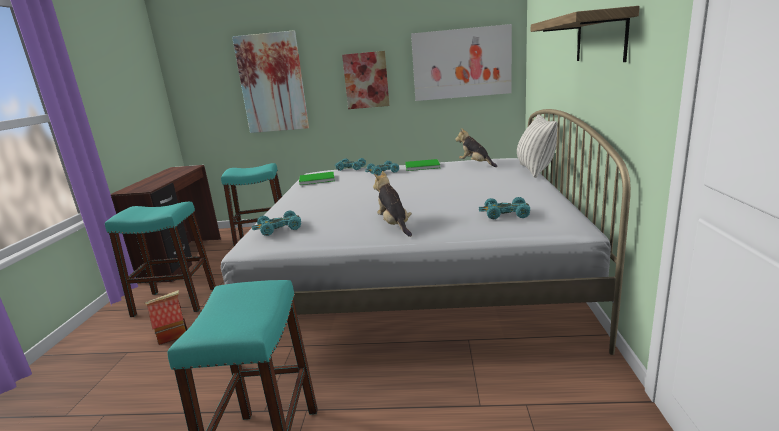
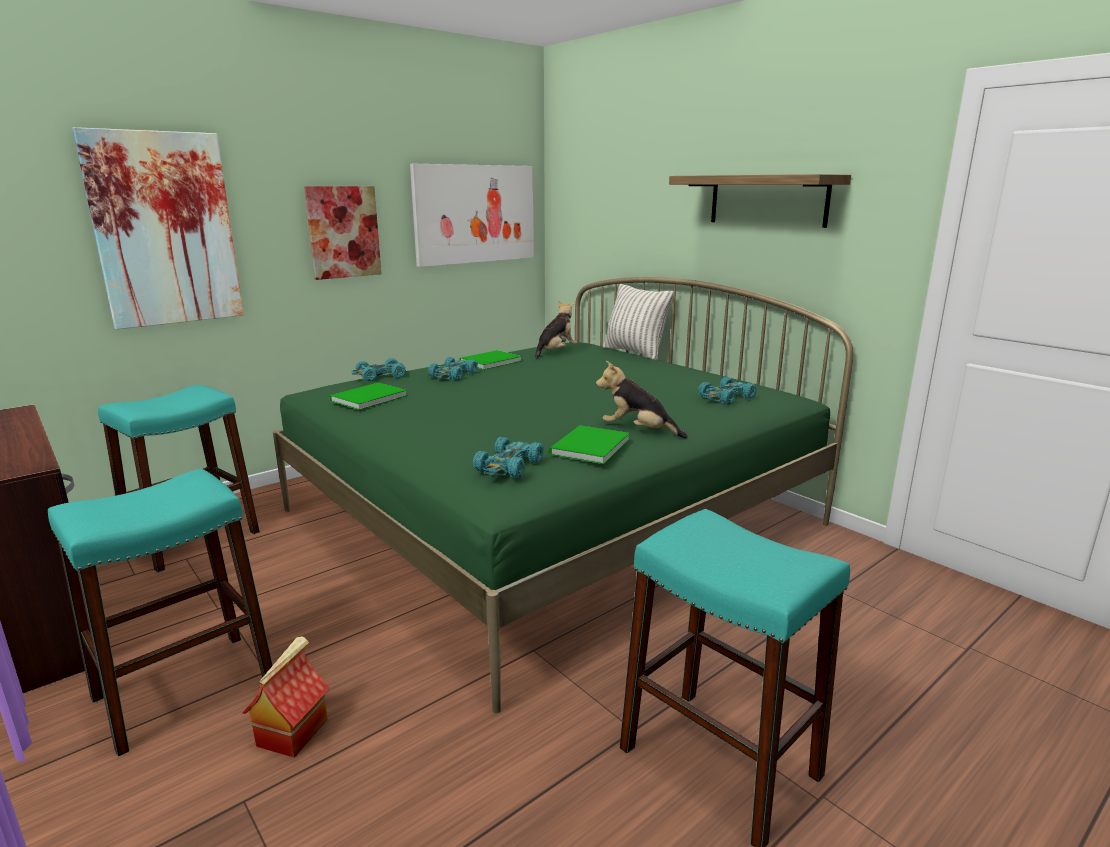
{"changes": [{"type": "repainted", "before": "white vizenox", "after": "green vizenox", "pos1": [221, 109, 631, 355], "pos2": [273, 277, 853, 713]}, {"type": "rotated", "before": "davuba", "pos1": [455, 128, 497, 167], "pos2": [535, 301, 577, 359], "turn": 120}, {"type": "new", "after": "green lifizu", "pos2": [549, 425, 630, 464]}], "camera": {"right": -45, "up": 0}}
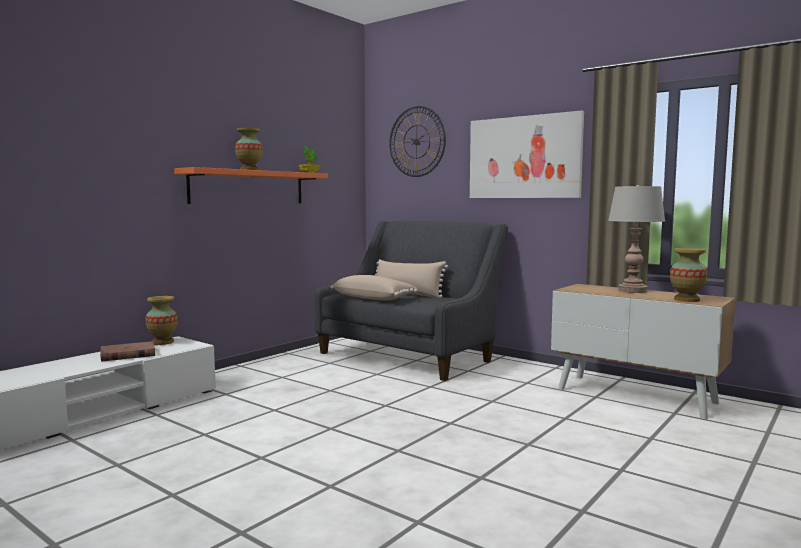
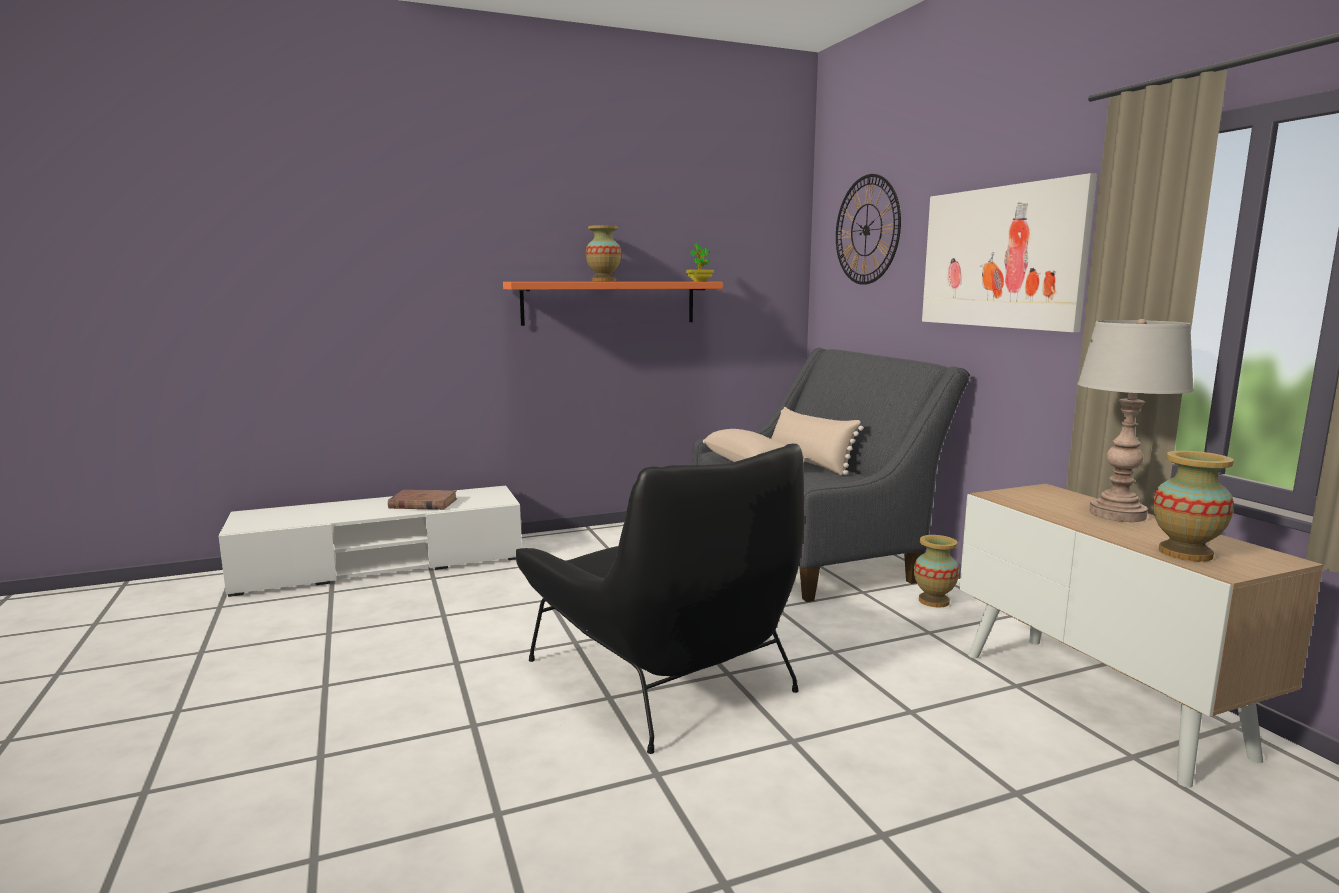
{"changes": [{"type": "shifted", "before": "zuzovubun", "pos1": [145, 296, 178, 345], "pos2": [914, 535, 959, 607]}, {"type": "new", "after": "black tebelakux", "pos2": [516, 443, 804, 754]}], "camera": {"right": 30, "up": 5}}
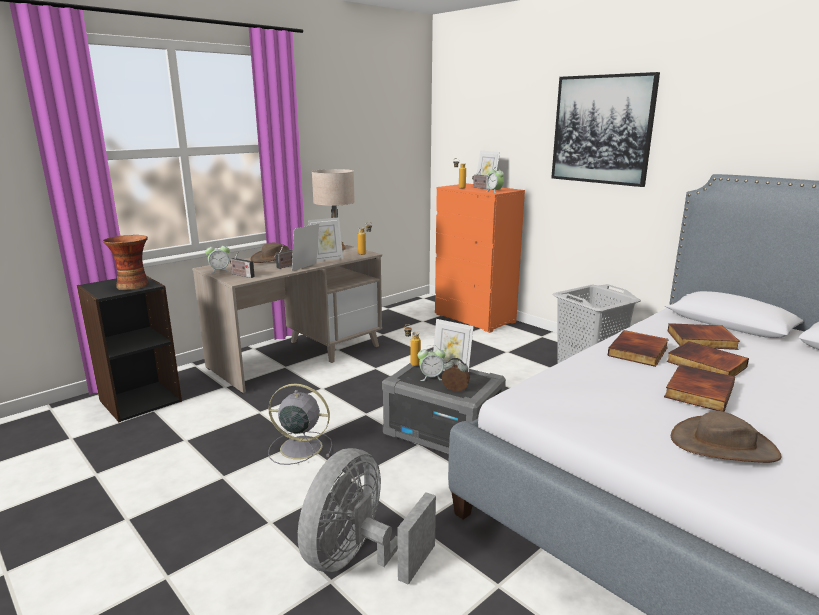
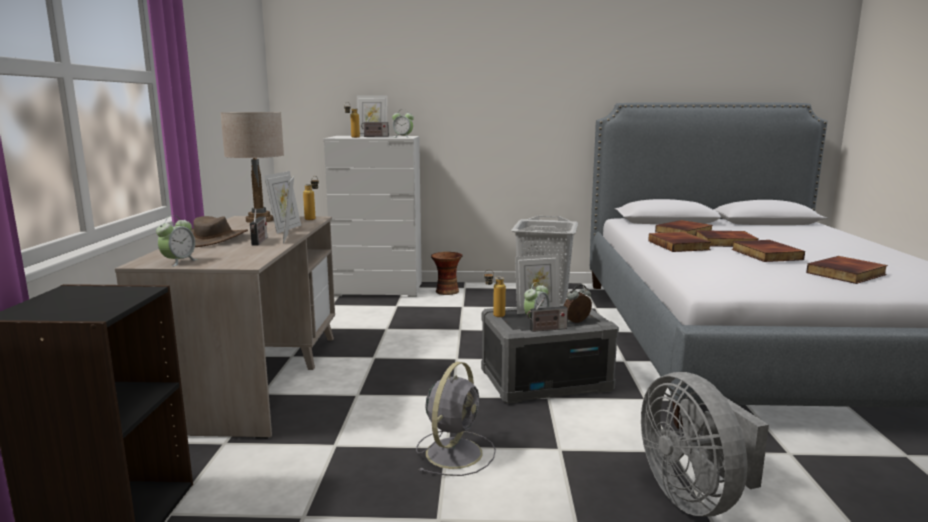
{"changes": [{"type": "gone", "before": "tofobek", "pos1": [551, 72, 660, 187]}, {"type": "repainted", "before": "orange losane", "after": "white losane", "pos1": [435, 183, 525, 333], "pos2": [323, 136, 422, 297]}, {"type": "shifted", "before": "zuzovubun", "pos1": [103, 235, 149, 290], "pos2": [431, 252, 462, 295]}, {"type": "shifted", "before": "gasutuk", "pos1": [230, 251, 255, 278], "pos2": [527, 297, 568, 332]}, {"type": "rotated", "before": "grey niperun", "pos1": [268, 384, 332, 465], "pos2": [416, 362, 496, 476], "turn": 150}, {"type": "swapped", "before": "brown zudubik", "after": "lifizu", "pos1": [671, 411, 781, 463], "pos2": [806, 256, 888, 284]}], "camera": {"right": -45, "up": -5}}
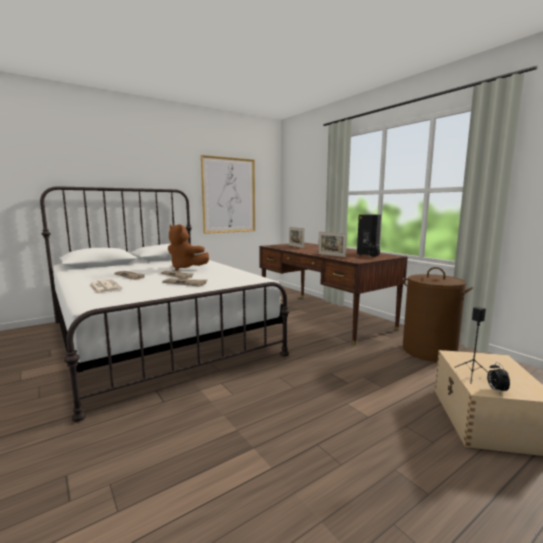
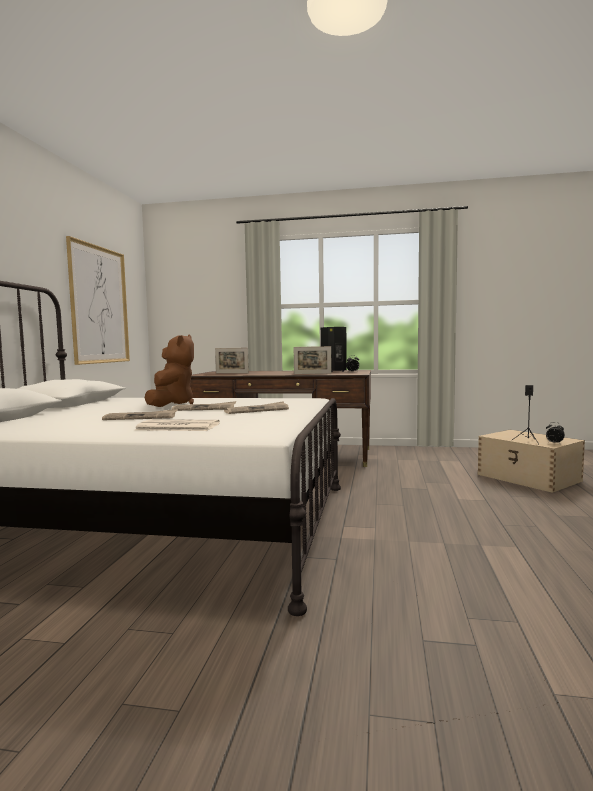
{"changes": [{"type": "rotated", "before": "brown davuba", "pos1": [168, 224, 209, 271], "pos2": [145, 334, 194, 407], "turn": -75}, {"type": "gone", "before": "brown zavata", "pos1": [402, 267, 473, 362]}], "camera": {"right": -45, "up": -5}}
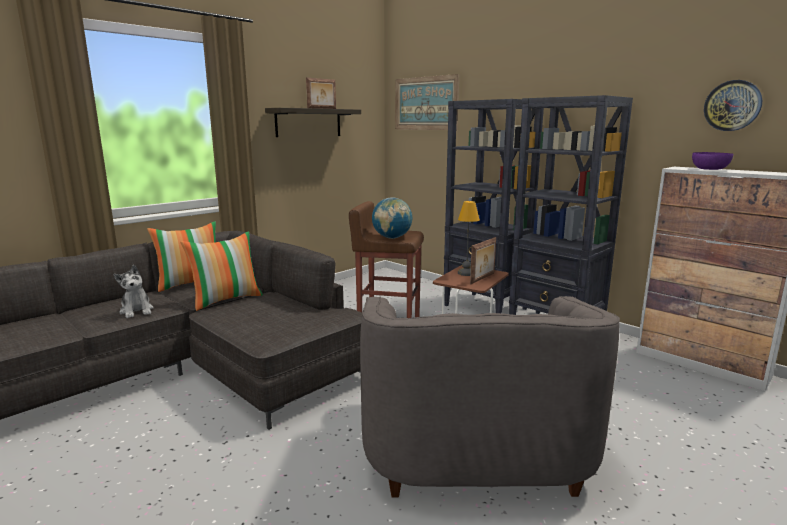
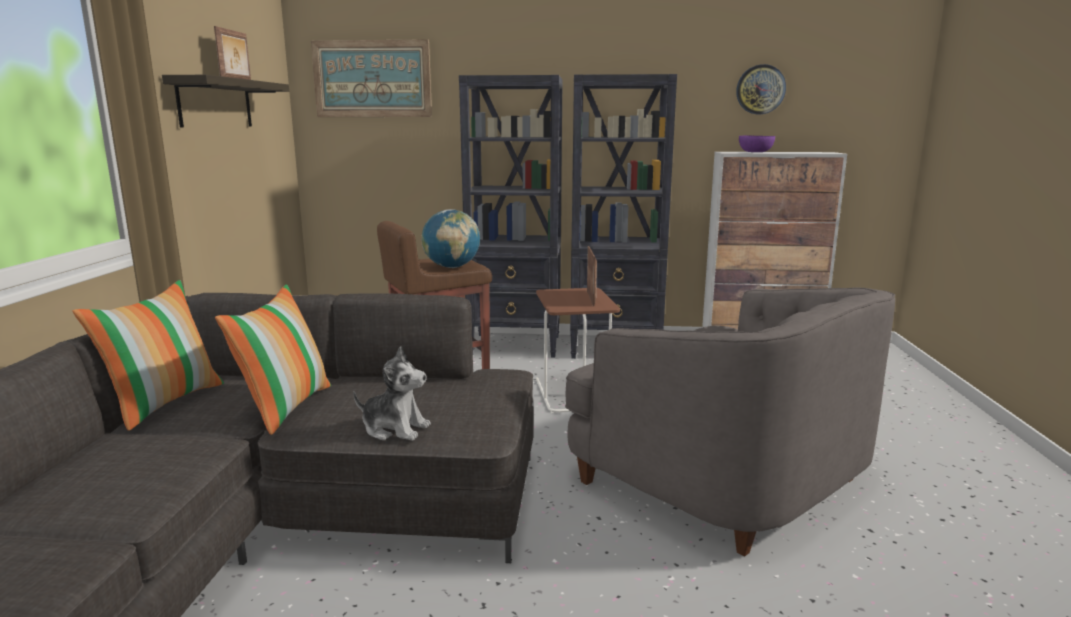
{"changes": [{"type": "gone", "before": "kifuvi", "pos1": [458, 201, 480, 276]}, {"type": "shifted", "before": "davuba", "pos1": [113, 265, 154, 318], "pos2": [353, 346, 431, 440]}], "camera": {"right": -40, "up": 0}}
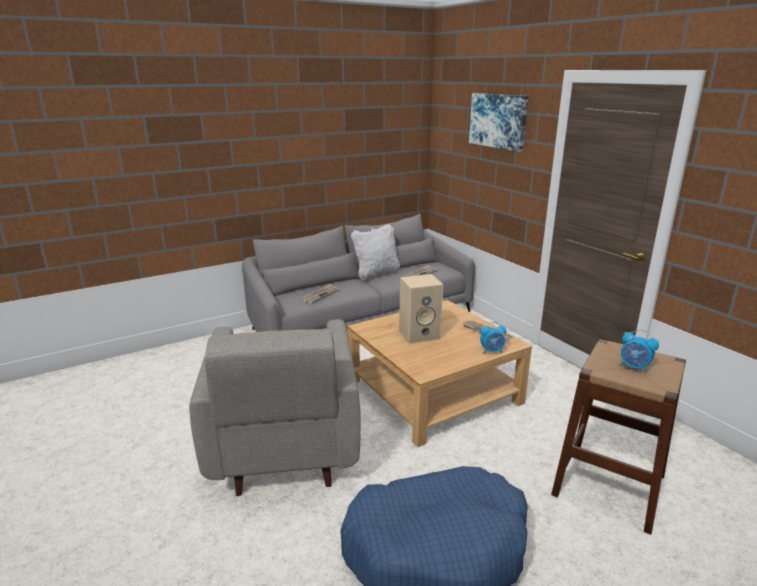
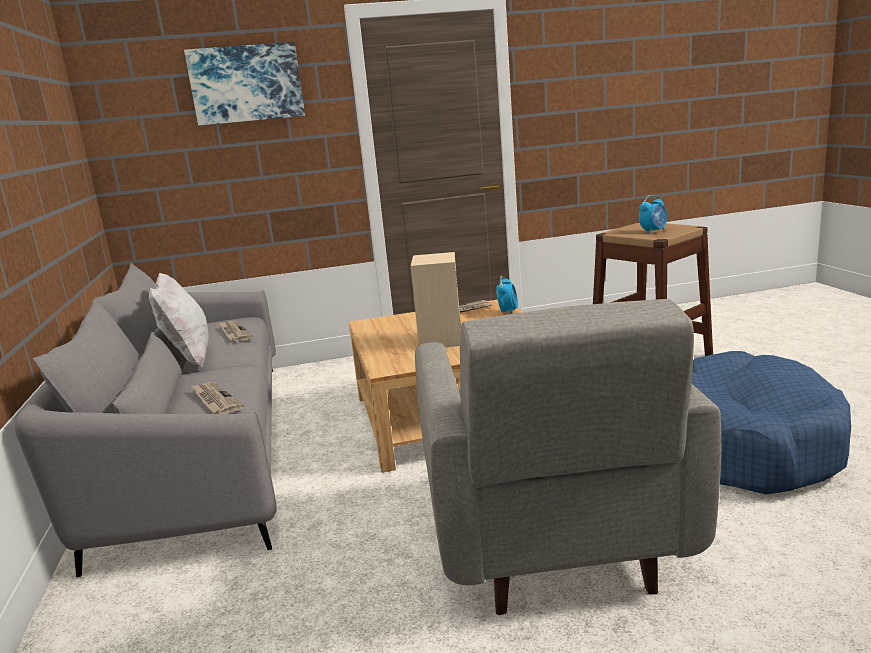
{"changes": [{"type": "rotated", "before": "grey tebelakux", "pos1": [189, 320, 361, 496], "pos2": [415, 299, 721, 615], "turn": 75}], "camera": {"right": -70, "up": -5}}
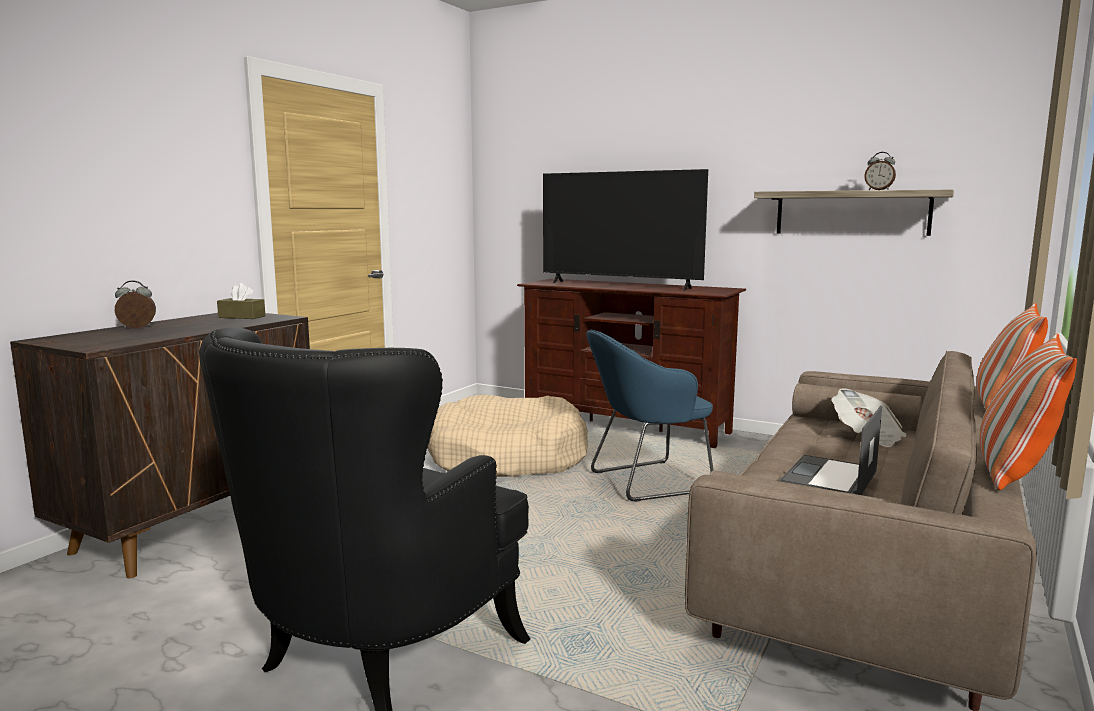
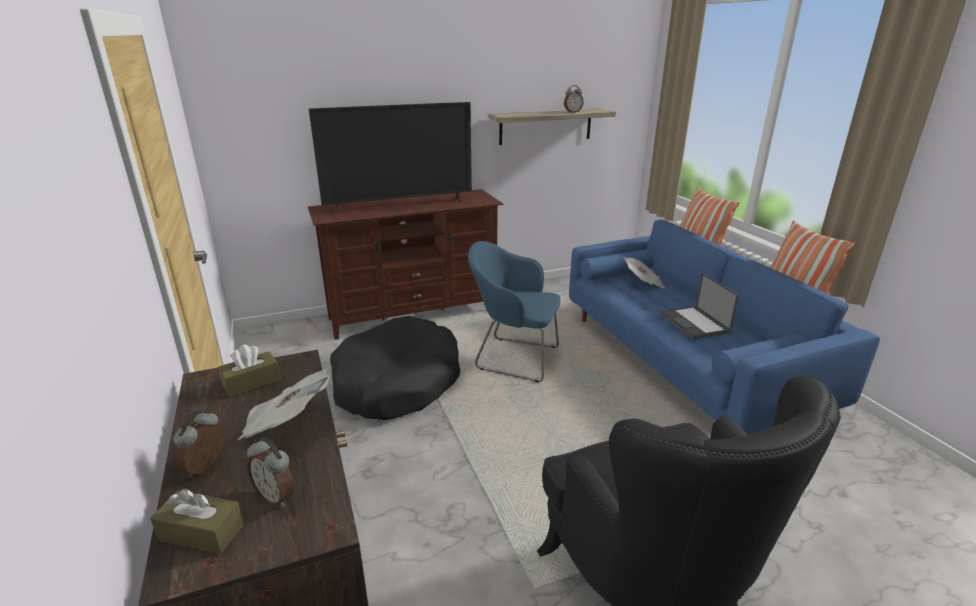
{"changes": [{"type": "rotated", "before": "blue tebelakux", "pos1": [586, 330, 714, 502], "pos2": [468, 241, 561, 382], "turn": 90}, {"type": "repainted", "before": "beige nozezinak", "after": "blue nozezinak", "pos1": [685, 351, 1037, 711], "pos2": [569, 220, 880, 435]}, {"type": "repainted", "before": "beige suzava", "after": "black suzava", "pos1": [428, 395, 588, 477], "pos2": [330, 316, 461, 420]}, {"type": "new", "after": "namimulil", "pos2": [238, 369, 330, 440]}, {"type": "new", "after": "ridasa", "pos2": [247, 437, 294, 508]}, {"type": "new", "after": "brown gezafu", "pos2": [150, 488, 244, 554]}], "camera": {"right": -50, "up": 15}}
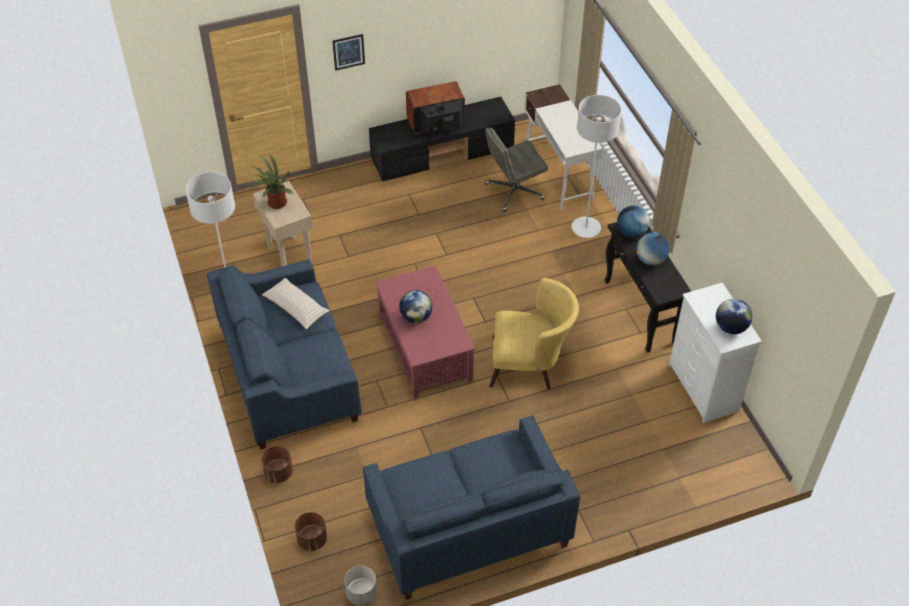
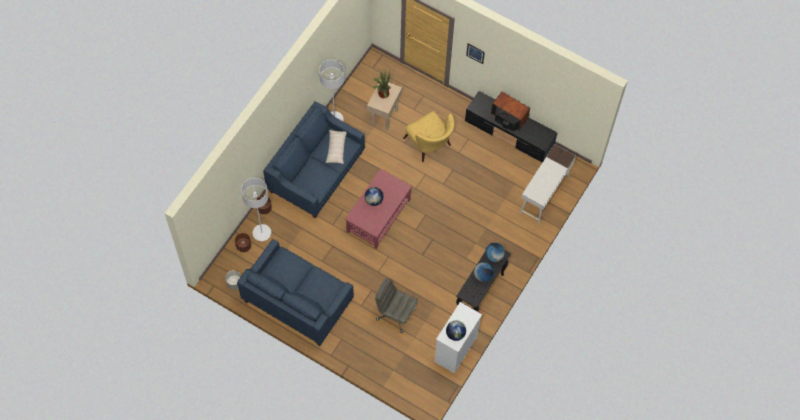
{"changes": [{"type": "shifted", "before": "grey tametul", "pos1": [572, 95, 622, 238], "pos2": [241, 178, 271, 241]}, {"type": "shifted", "before": "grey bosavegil", "pos1": [485, 127, 548, 212], "pos2": [375, 277, 418, 333]}, {"type": "shifted", "before": "yellow tebelakux", "pos1": [489, 278, 579, 390], "pos2": [403, 111, 454, 162]}], "camera": {"right": 50, "up": 15}}
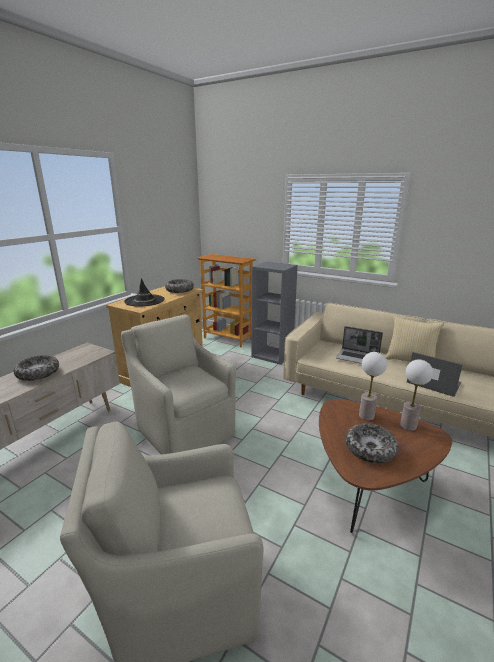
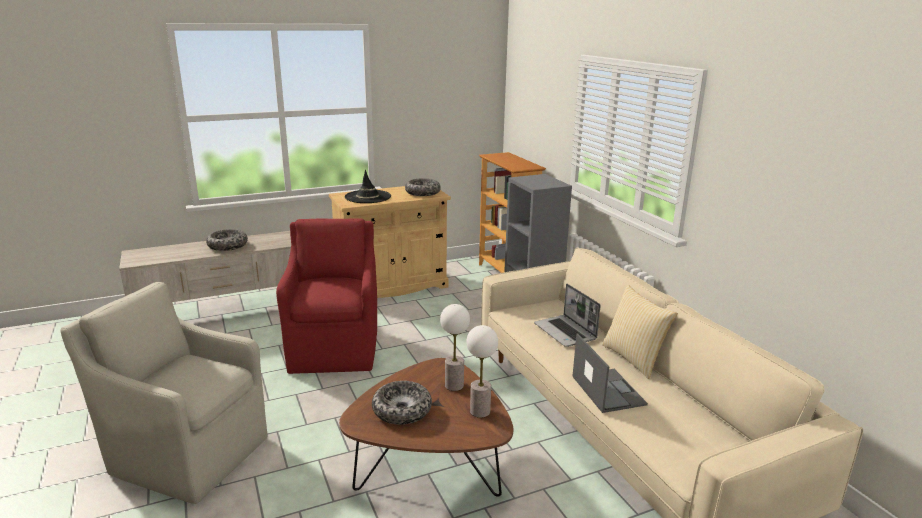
{"changes": [{"type": "repainted", "before": "beige tebelakux", "after": "red tebelakux", "pos1": [121, 314, 236, 455], "pos2": [276, 218, 377, 374]}], "camera": {"right": 35, "up": 0}}
